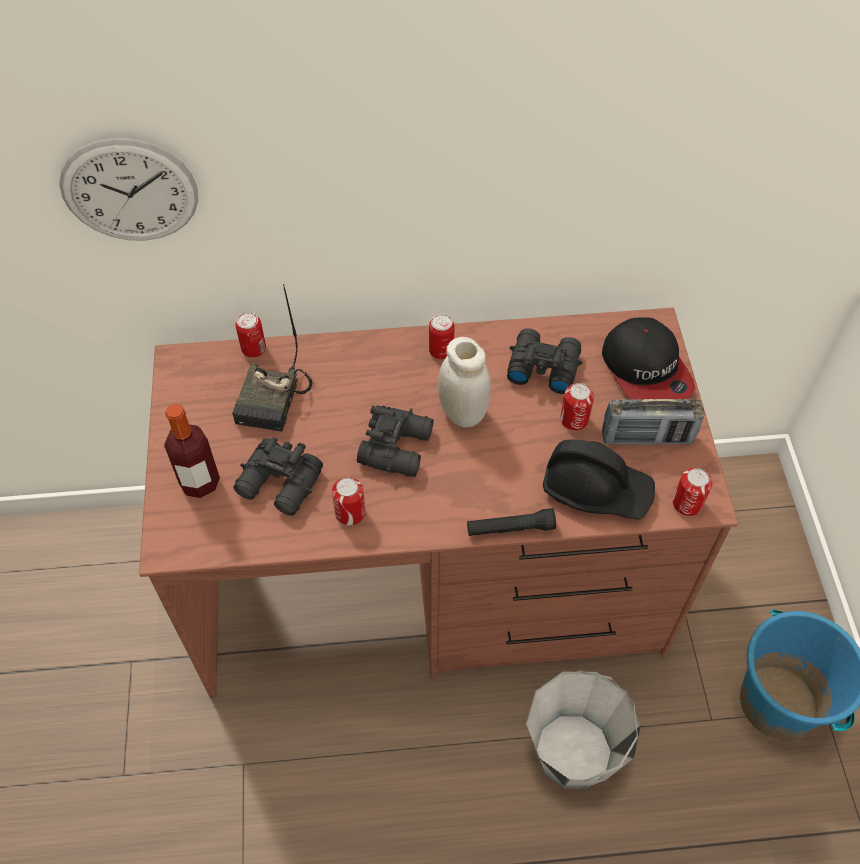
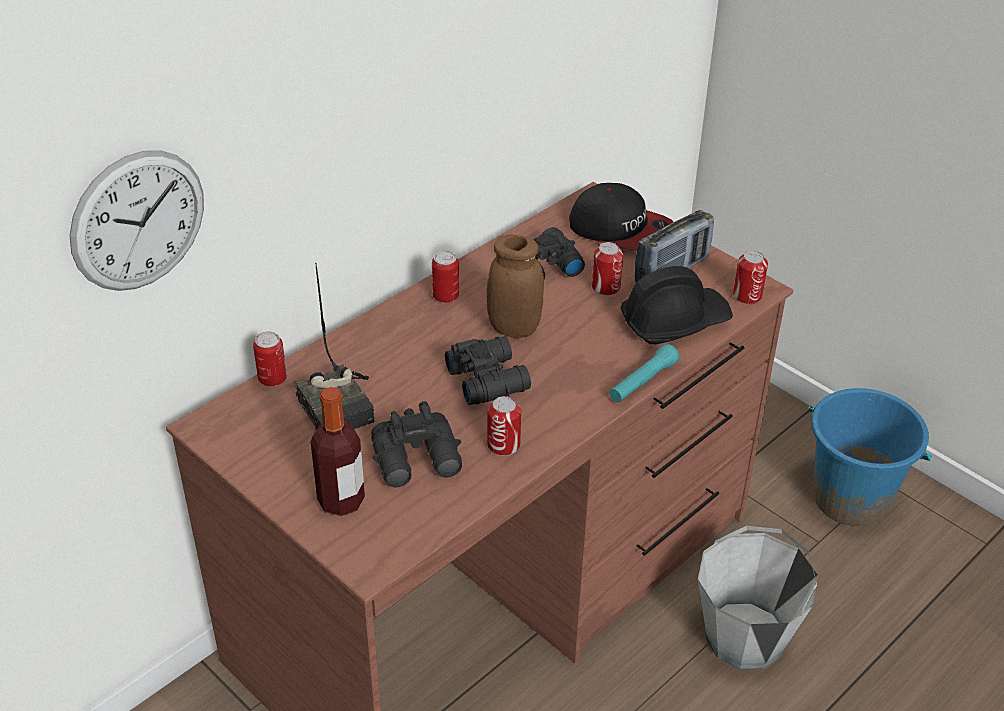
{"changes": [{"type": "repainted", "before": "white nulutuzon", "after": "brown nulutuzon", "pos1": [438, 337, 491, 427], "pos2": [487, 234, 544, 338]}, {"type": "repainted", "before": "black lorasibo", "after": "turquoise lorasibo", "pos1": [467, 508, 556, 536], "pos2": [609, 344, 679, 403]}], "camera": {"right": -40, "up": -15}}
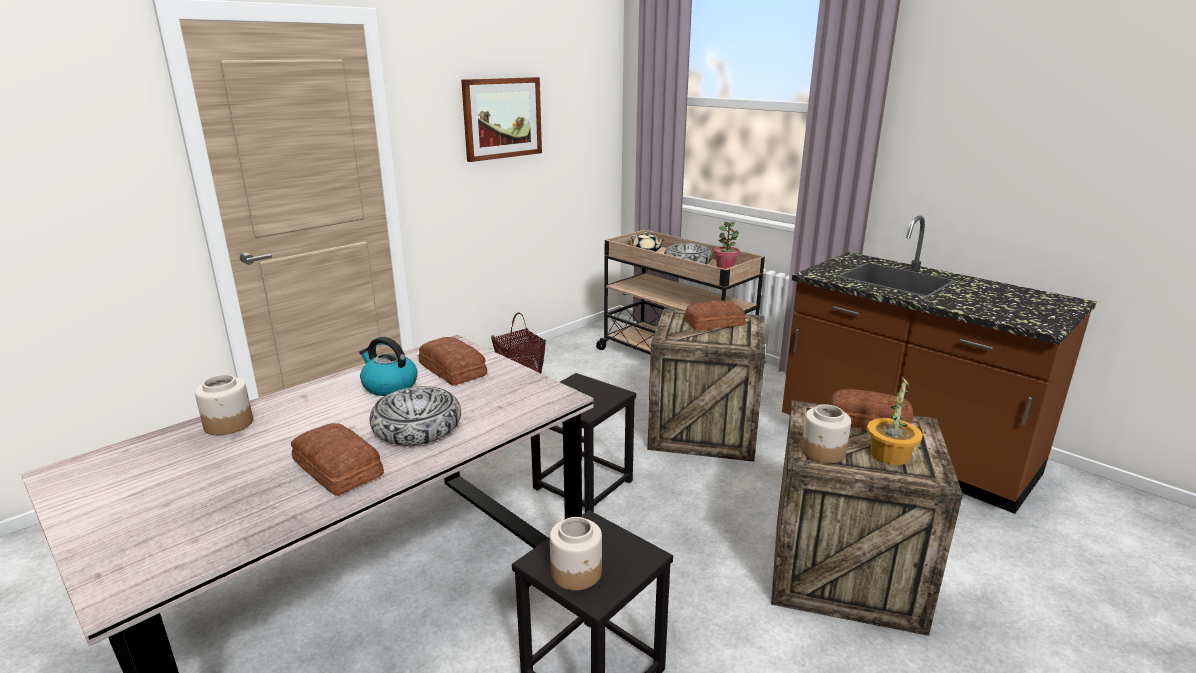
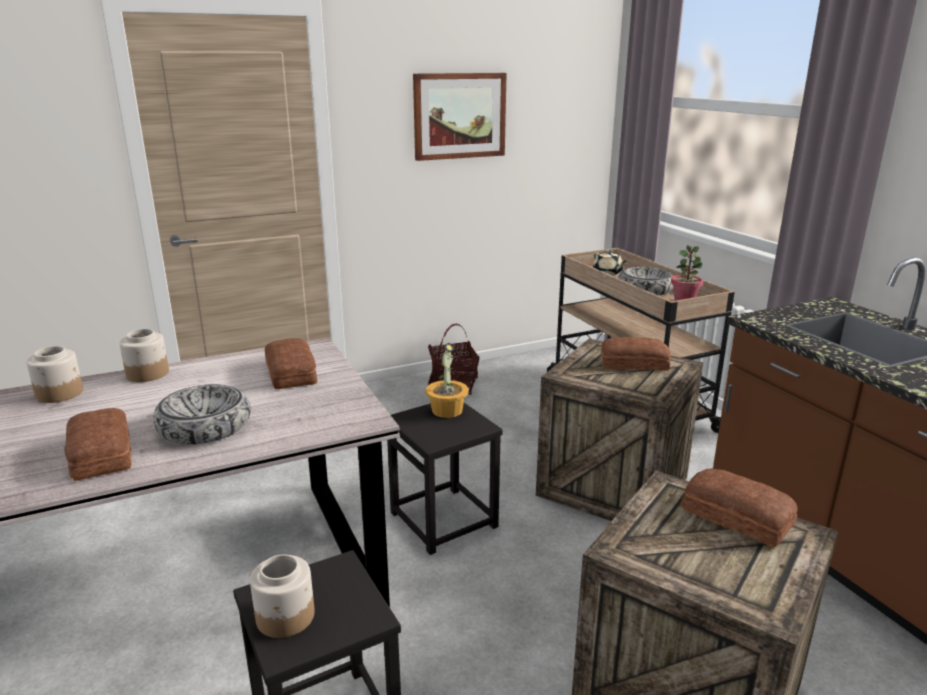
{"changes": [{"type": "gone", "before": "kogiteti", "pos1": [359, 337, 418, 396]}, {"type": "shifted", "before": "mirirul", "pos1": [867, 376, 923, 465], "pos2": [426, 343, 469, 418]}, {"type": "shifted", "before": "nulutuzon", "pos1": [801, 404, 851, 464], "pos2": [119, 329, 169, 382]}], "camera": {"right": 20, "up": 0}}
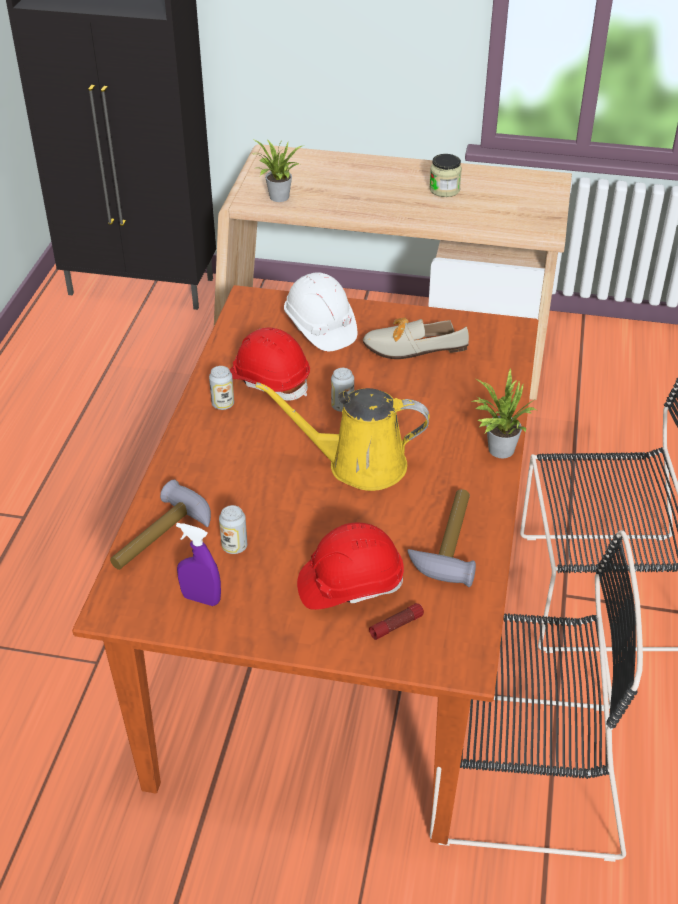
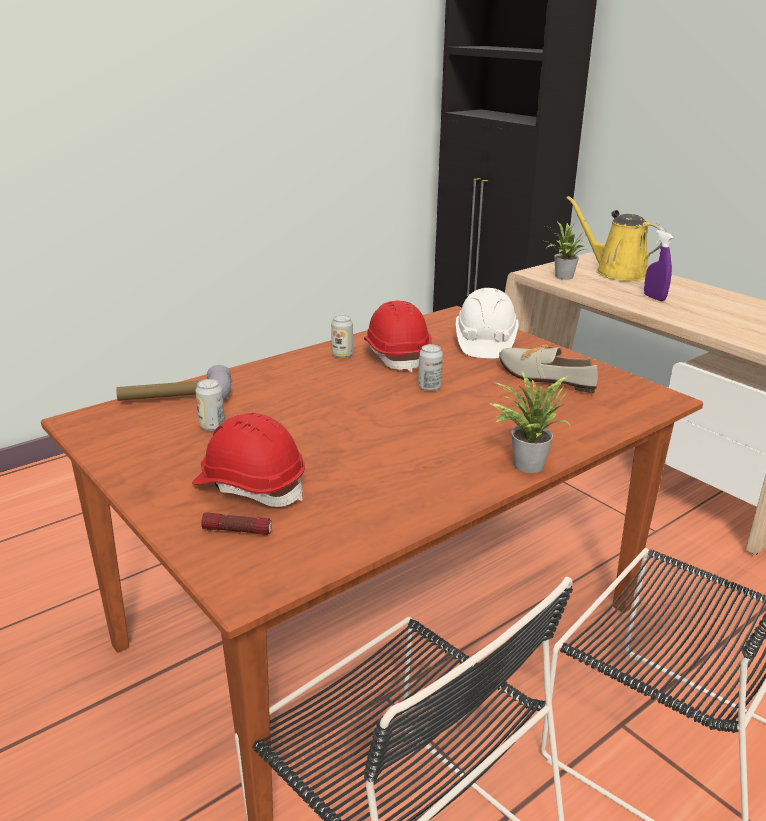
{"changes": [{"type": "gone", "before": "nulutuzon", "pos1": [429, 154, 462, 197]}, {"type": "shifted", "before": "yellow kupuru", "pos1": [255, 382, 430, 491], "pos2": [567, 196, 666, 281]}, {"type": "gone", "before": "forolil", "pos1": [407, 489, 476, 587]}, {"type": "shifted", "before": "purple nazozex", "pos1": [176, 523, 221, 606], "pos2": [644, 230, 674, 301]}], "camera": {"right": 40, "up": -15}}
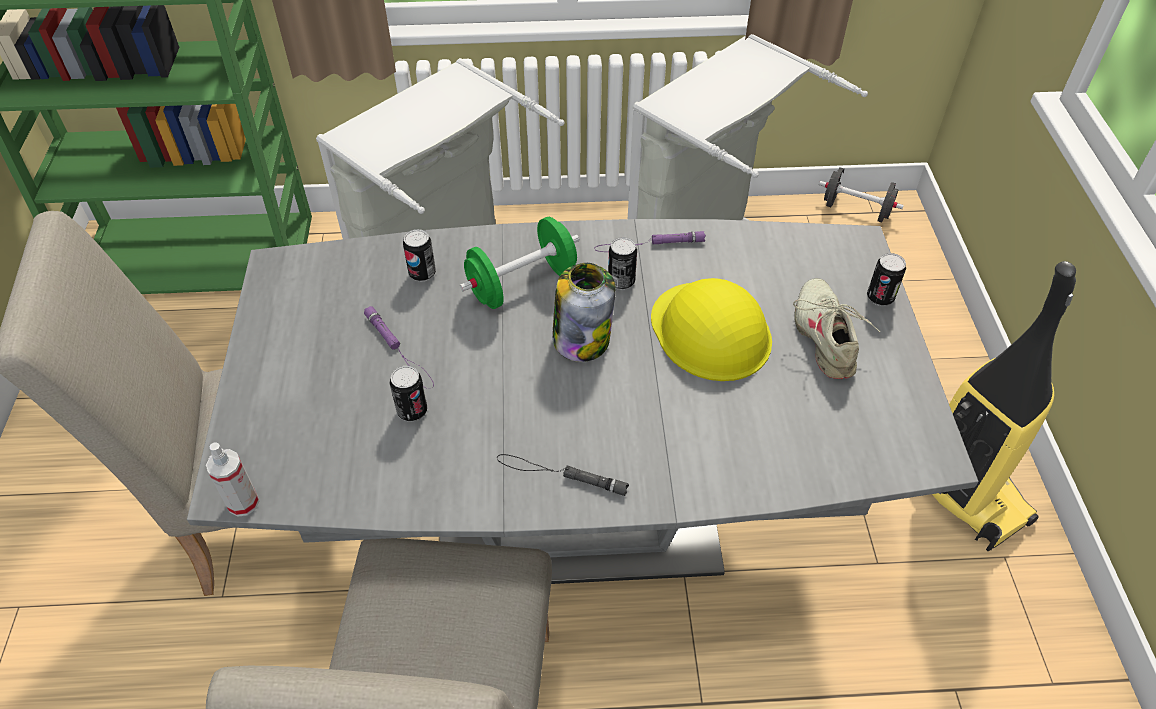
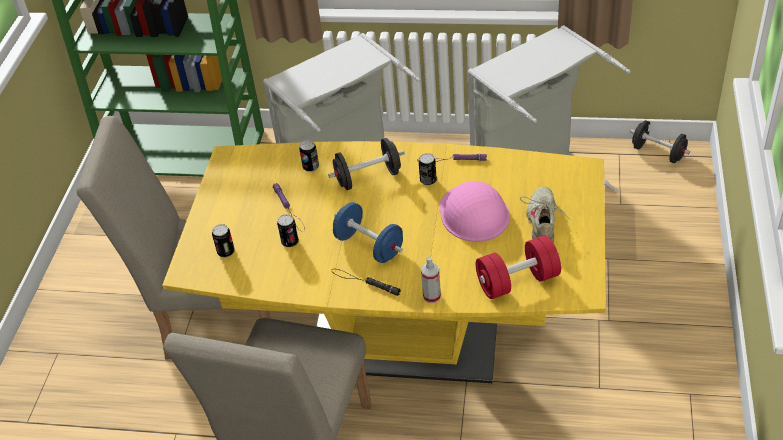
{"changes": [{"type": "repainted", "before": "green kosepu", "after": "black kosepu", "pos1": [460, 217, 580, 309], "pos2": [328, 138, 405, 190]}, {"type": "repainted", "before": "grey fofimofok", "after": "yellow fofimofok", "pos1": [187, 219, 979, 584], "pos2": [162, 141, 606, 383]}, {"type": "shifted", "before": "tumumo", "pos1": [867, 253, 906, 306], "pos2": [212, 224, 235, 257]}, {"type": "gone", "before": "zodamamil", "pos1": [932, 261, 1076, 551]}, {"type": "gone", "before": "nulutuzon", "pos1": [552, 263, 616, 362]}, {"type": "repainted", "before": "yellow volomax", "after": "pink volomax", "pos1": [651, 278, 772, 381], "pos2": [439, 181, 510, 242]}, {"type": "shifted", "before": "nazozex", "pos1": [206, 442, 259, 517], "pos2": [421, 257, 441, 303]}, {"type": "new", "after": "blue kosepu", "pos2": [333, 202, 403, 263]}, {"type": "new", "after": "red kosepu", "pos2": [476, 235, 561, 299]}], "camera": {"right": 15, "up": -5}}
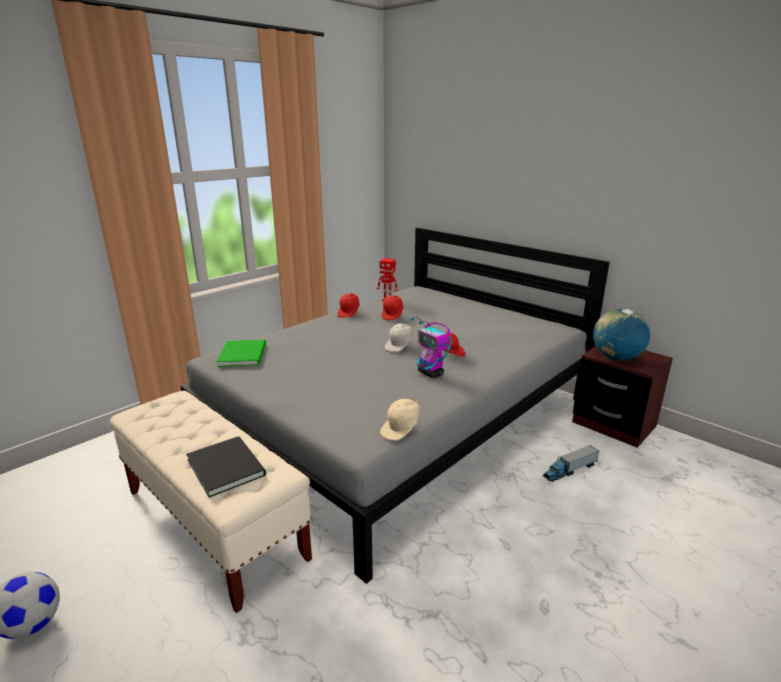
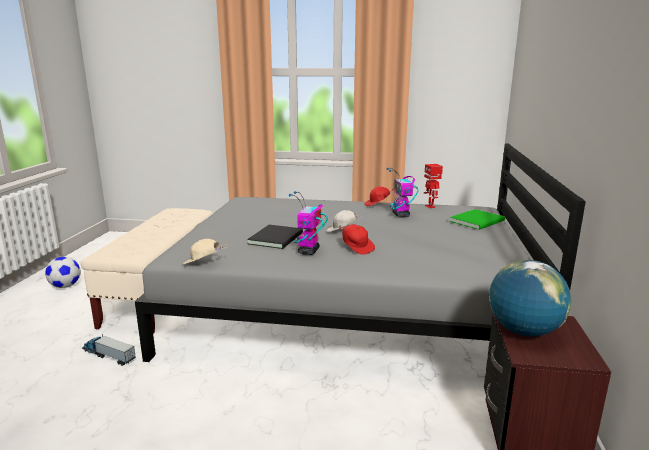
{"changes": [{"type": "swapped", "before": "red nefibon", "after": "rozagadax", "pos1": [381, 295, 404, 320], "pos2": [387, 167, 419, 217]}, {"type": "shifted", "before": "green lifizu", "pos1": [216, 340, 266, 367], "pos2": [450, 209, 505, 230]}, {"type": "shifted", "before": "black lifizu", "pos1": [186, 436, 266, 498], "pos2": [247, 225, 303, 249]}, {"type": "shifted", "before": "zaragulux", "pos1": [543, 445, 599, 482], "pos2": [82, 334, 136, 366]}], "camera": {"right": 55, "up": -5}}
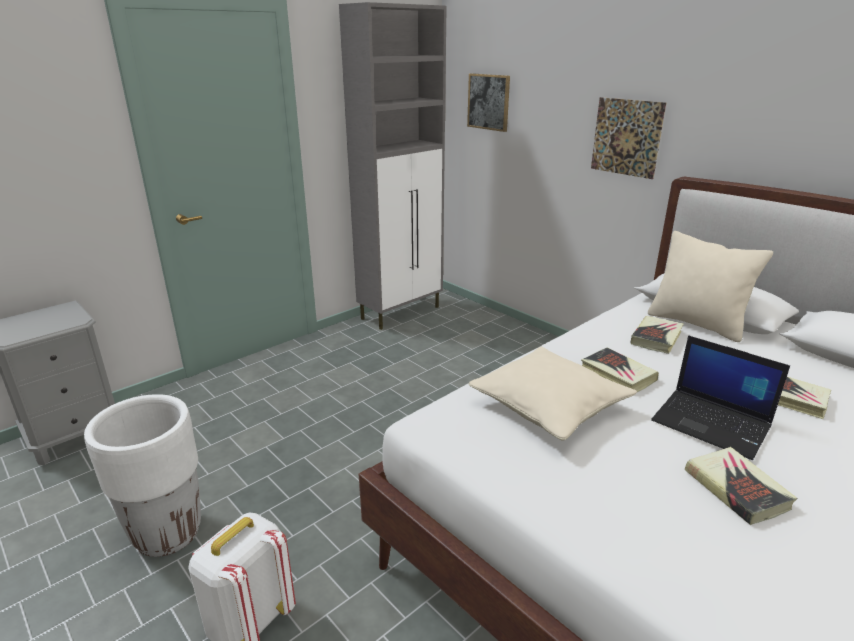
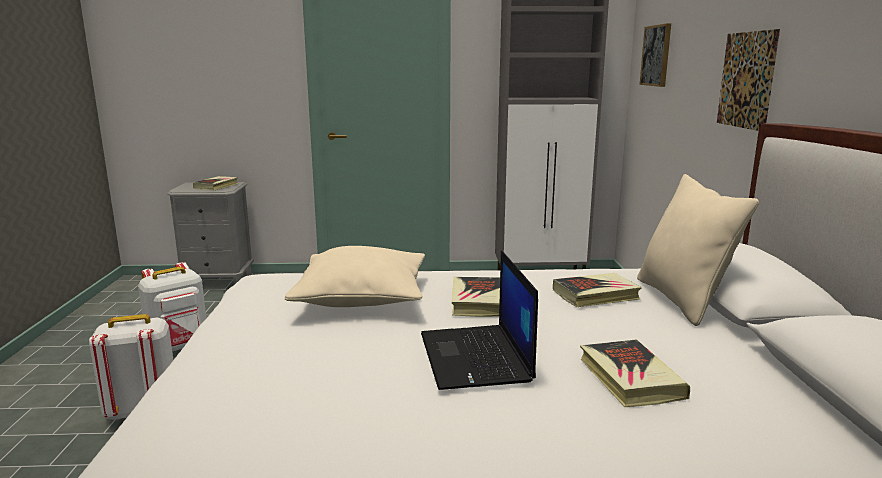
{"changes": [{"type": "swapped", "before": "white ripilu", "after": "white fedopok", "pos1": [84, 394, 201, 557], "pos2": [138, 262, 206, 351]}, {"type": "shifted", "before": "lifizu", "pos1": [685, 447, 797, 525], "pos2": [193, 176, 238, 191]}], "camera": {"right": 40, "up": -10}}
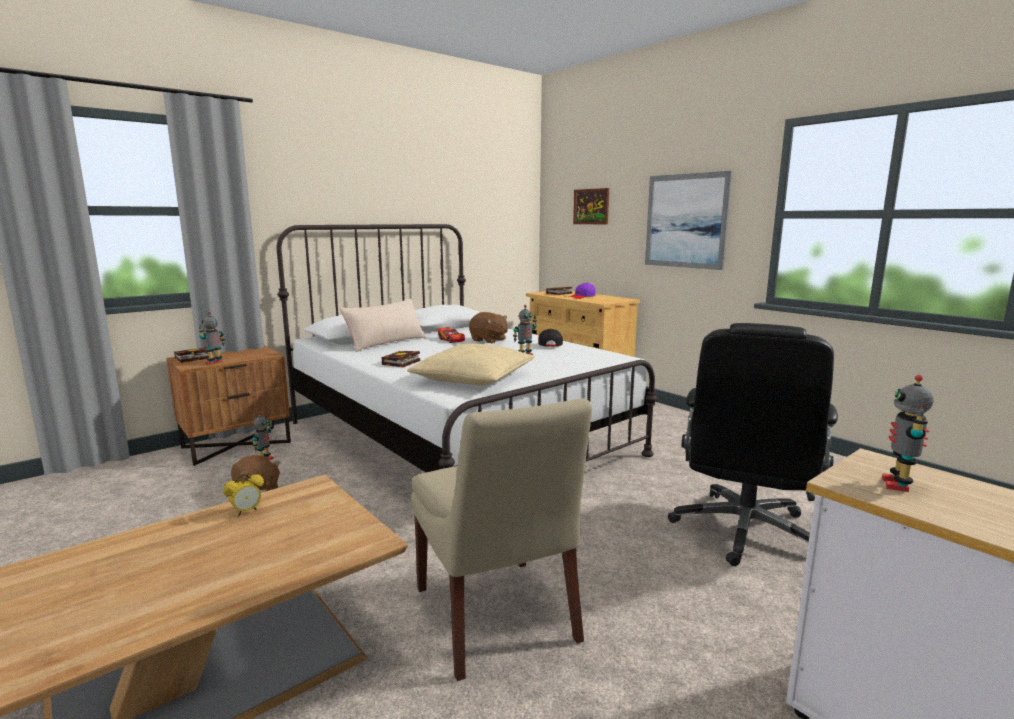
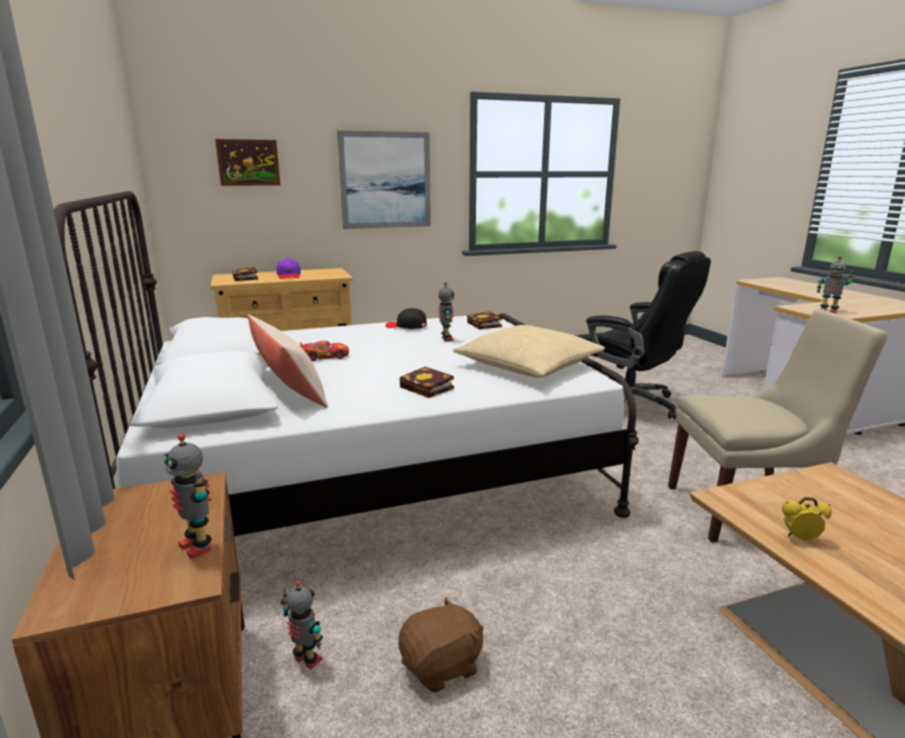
{"changes": [{"type": "gone", "before": "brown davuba", "pos1": [469, 312, 508, 343]}, {"type": "shifted", "before": "lifizu", "pos1": [174, 348, 209, 363], "pos2": [467, 311, 502, 329]}, {"type": "rotated", "before": "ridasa", "pos1": [223, 473, 264, 516], "pos2": [782, 497, 832, 540], "turn": -60}], "camera": {"right": -70, "up": 5}}
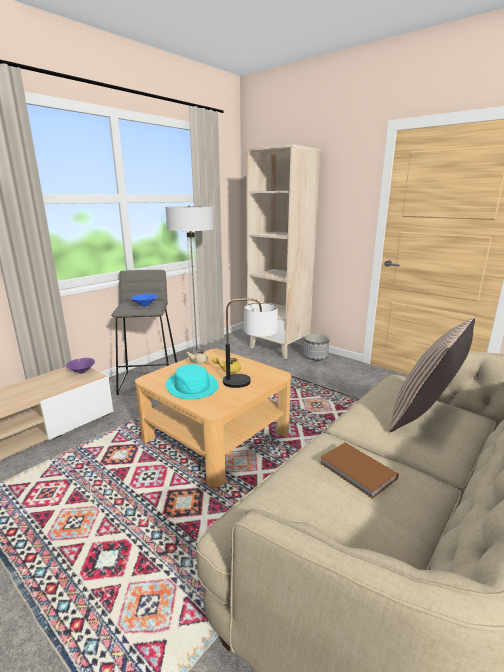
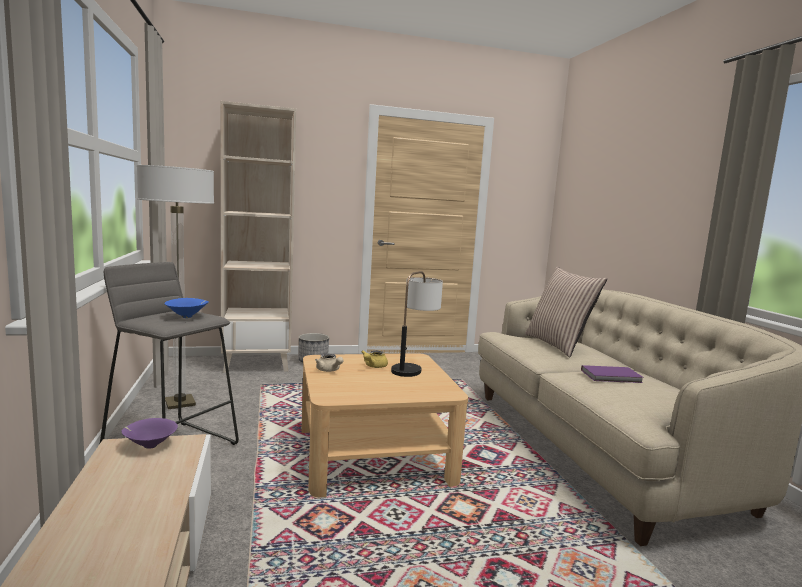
{"changes": [{"type": "gone", "before": "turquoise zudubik", "pos1": [166, 364, 219, 399]}, {"type": "repainted", "before": "brown lifizu", "after": "purple lifizu", "pos1": [320, 442, 399, 499], "pos2": [581, 365, 644, 383]}], "camera": {"right": -55, "up": -10}}
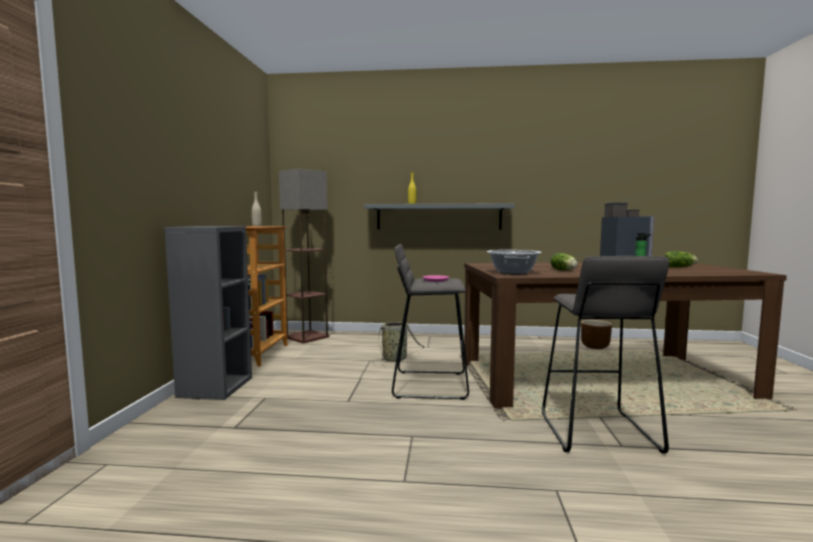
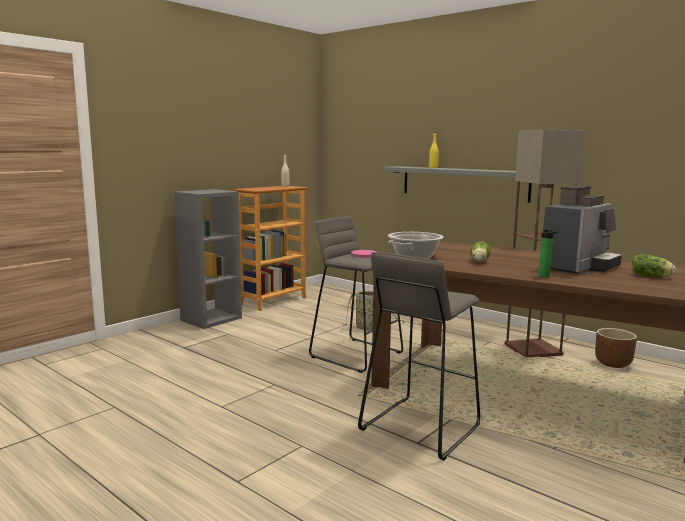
{"changes": [{"type": "shifted", "before": "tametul", "pos1": [279, 168, 329, 343], "pos2": [505, 130, 585, 357]}], "camera": {"right": 35, "up": 5}}
